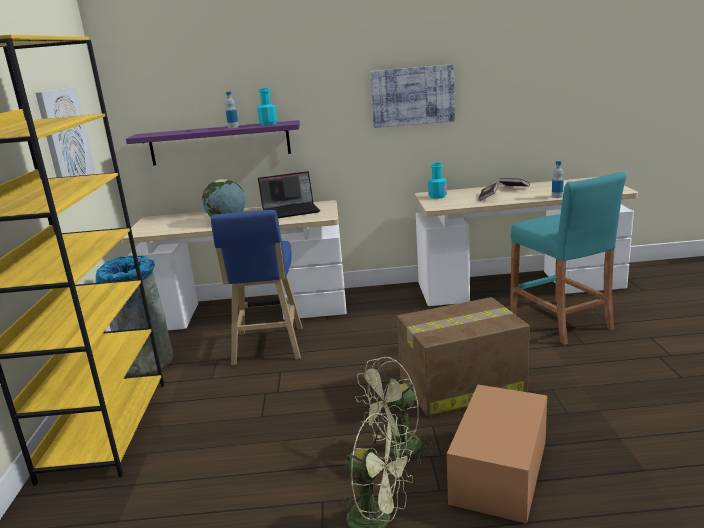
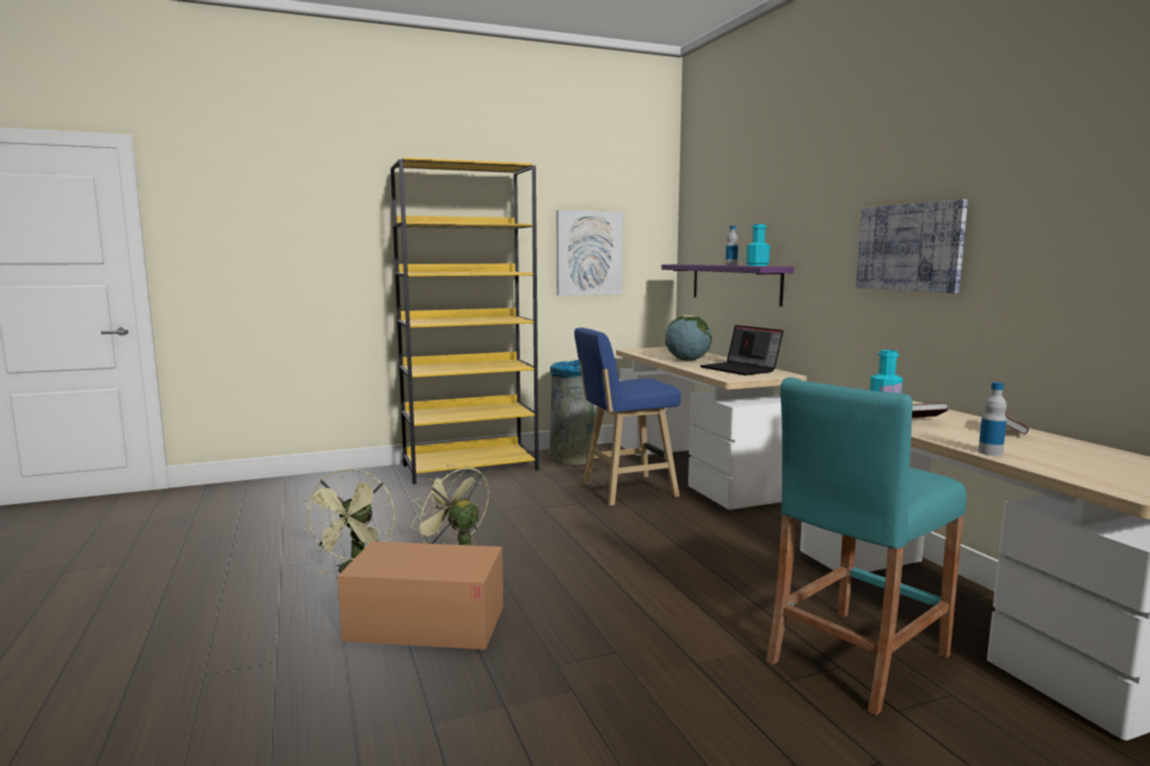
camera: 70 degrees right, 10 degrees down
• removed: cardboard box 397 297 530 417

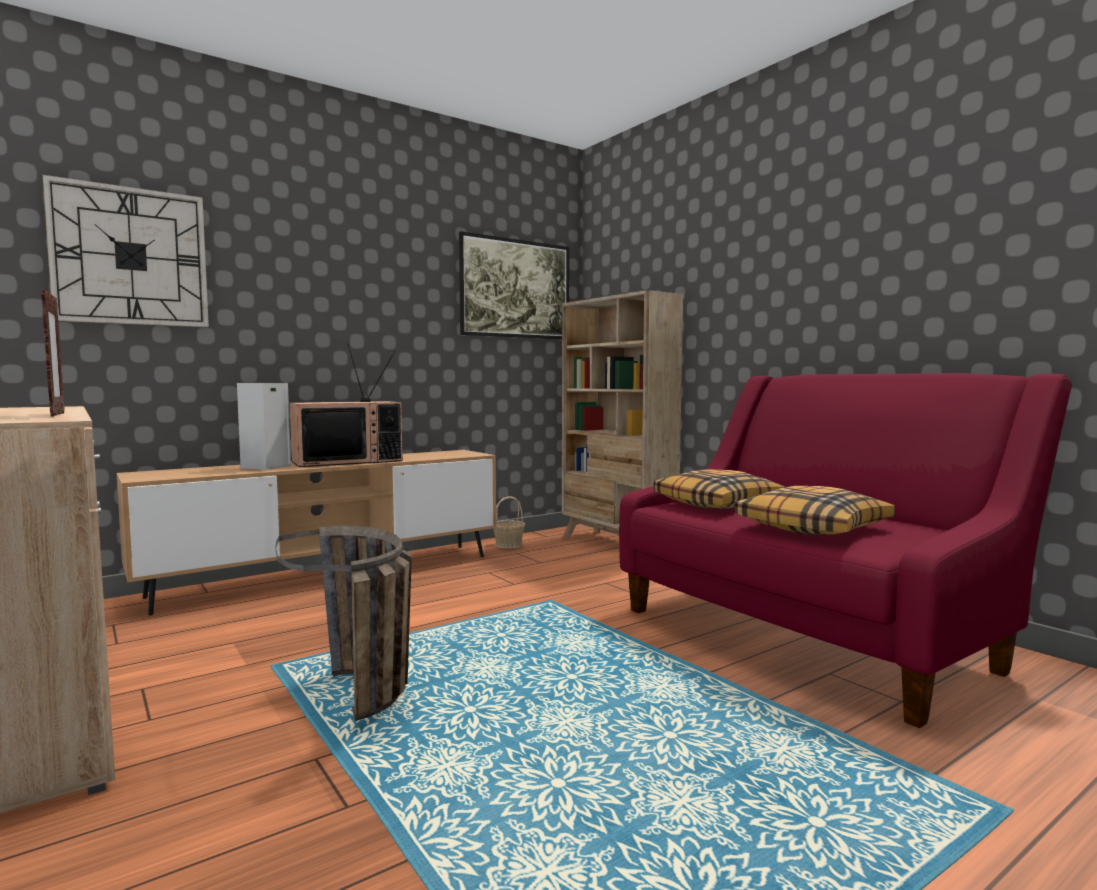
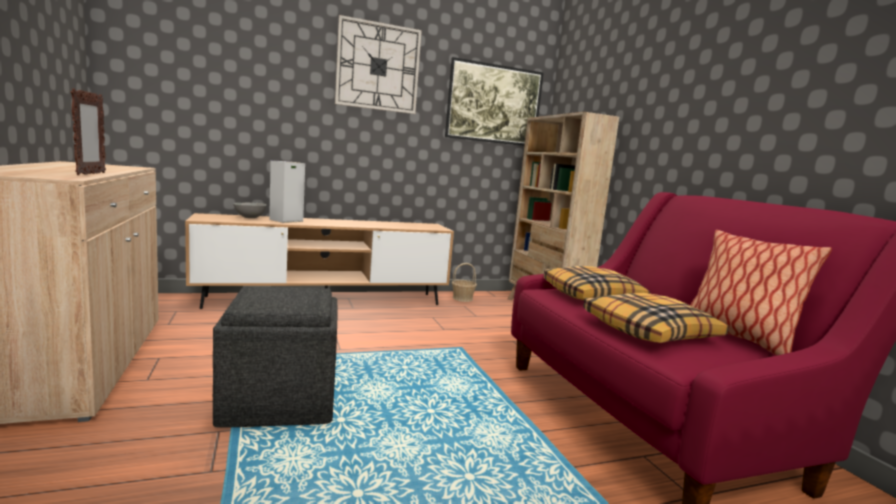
camera: 15 degrees right, 5 degrees up
• moved: hanging clock 43 175 209 327 to 335 15 422 114
• replaced: household basket 275 526 412 721 to gray ottoman 213 286 337 427
• removed: TV 290 343 403 467
• added: gray deep dish 233 203 267 218
• added: throw pillow 690 230 832 355

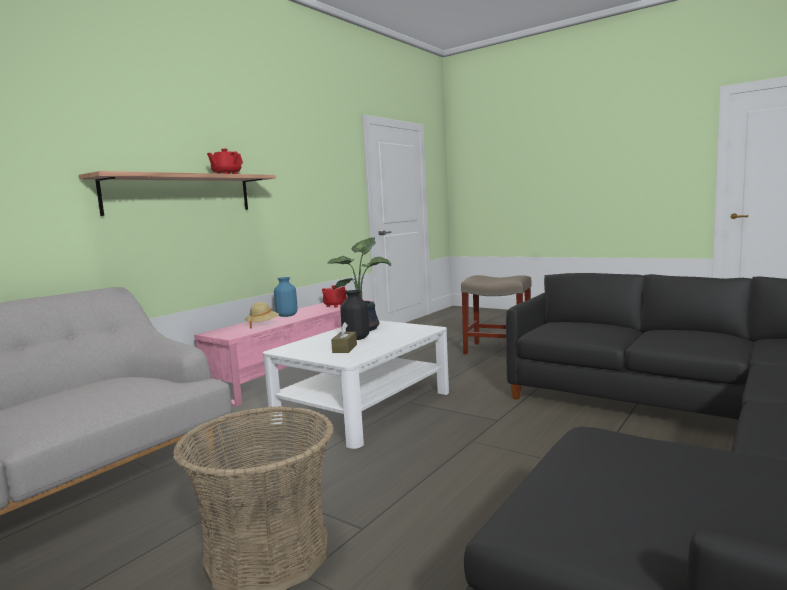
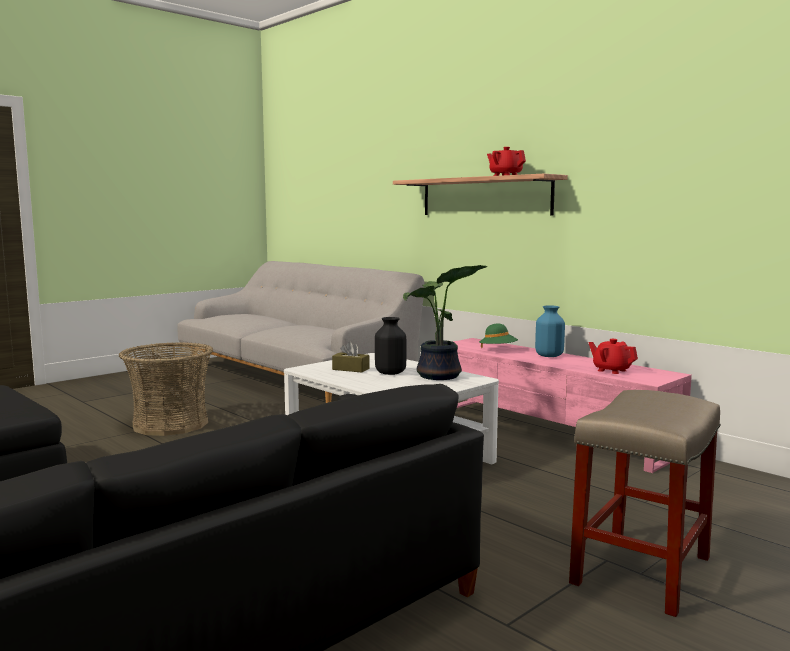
camera: 100 degrees right, 0 degrees up
• recoloured: beige hat 245 302 279 329 to green hat 479 323 518 348

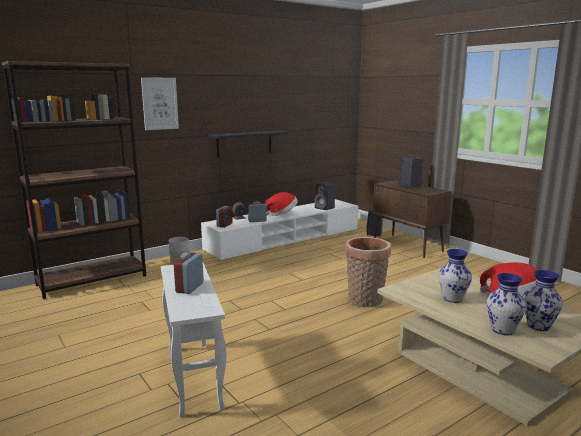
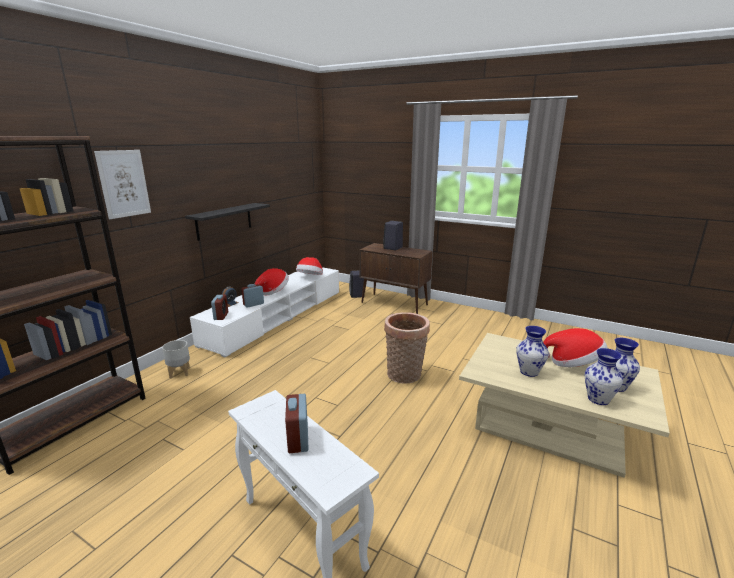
camera: 25 degrees left, 5 degrees up
• replaced: blackish audio speaker 315 181 335 210 to hat 296 257 323 275

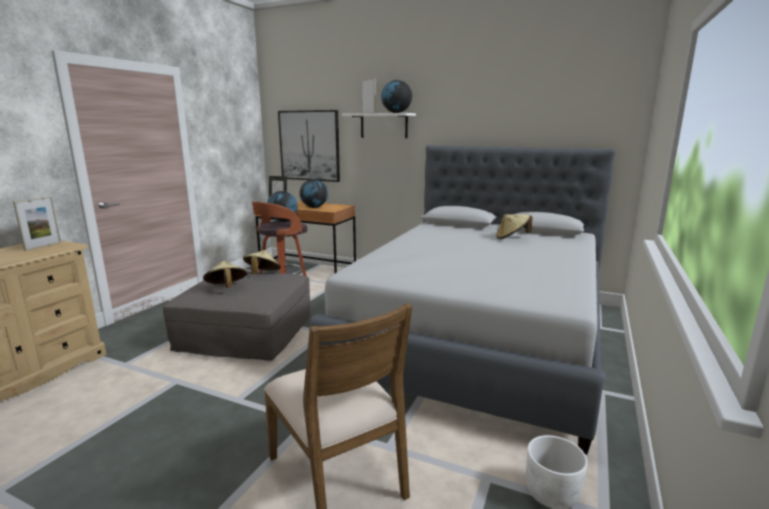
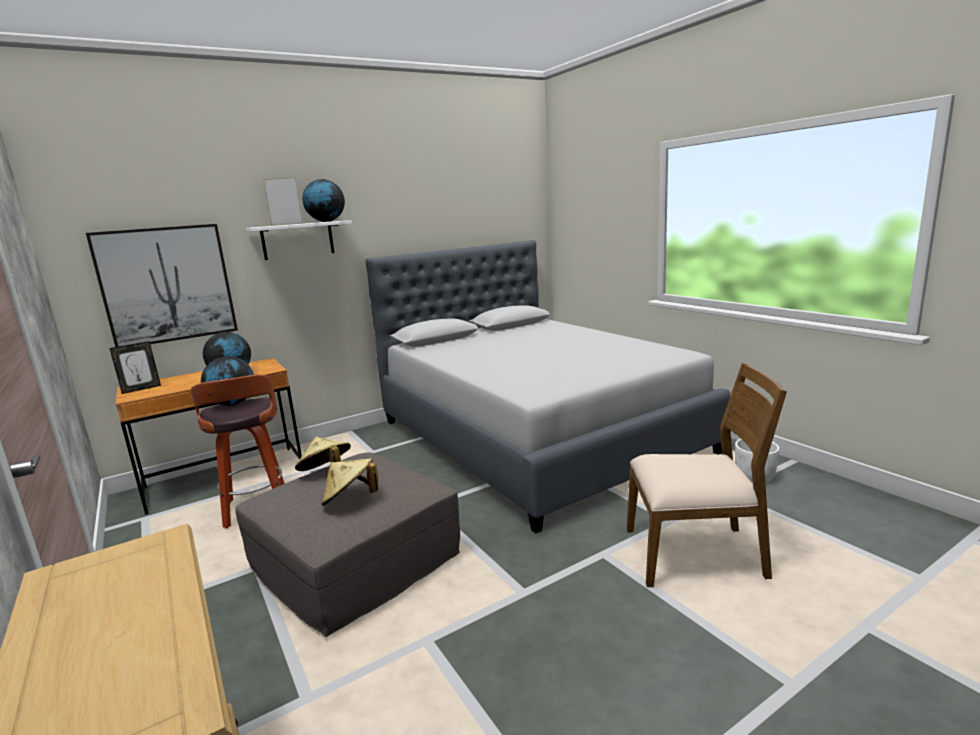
camera: 55 degrees left, 0 degrees up
• removed: photo frame 13 196 61 251
• removed: beige hat 496 214 532 239

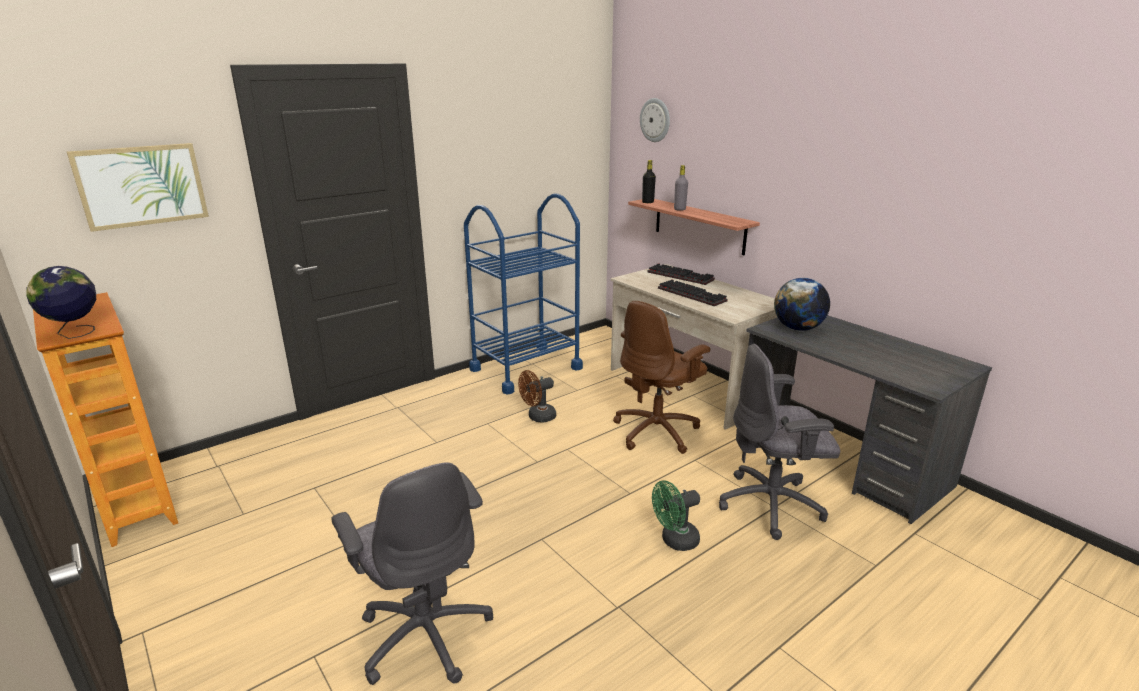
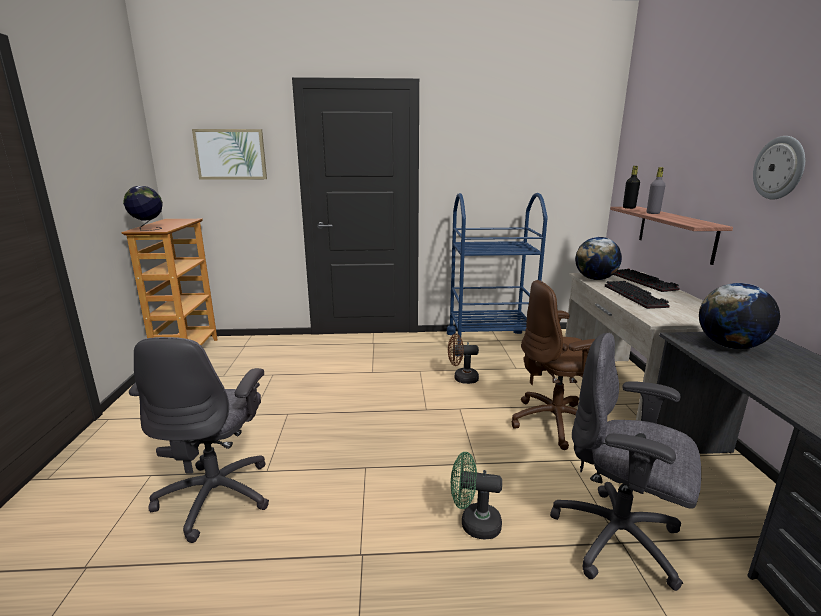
camera: 35 degrees right, 5 degrees down
• moved: hanging clock 640 98 670 142 to 753 136 805 199
• added: globe 575 237 622 280

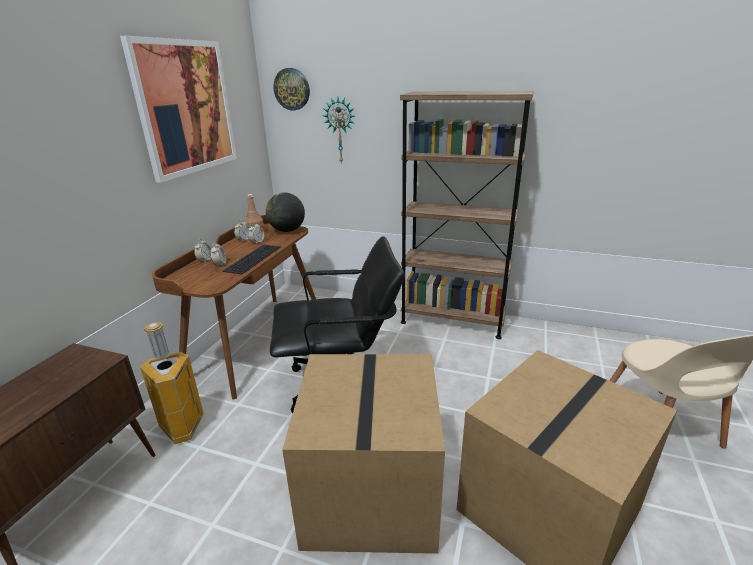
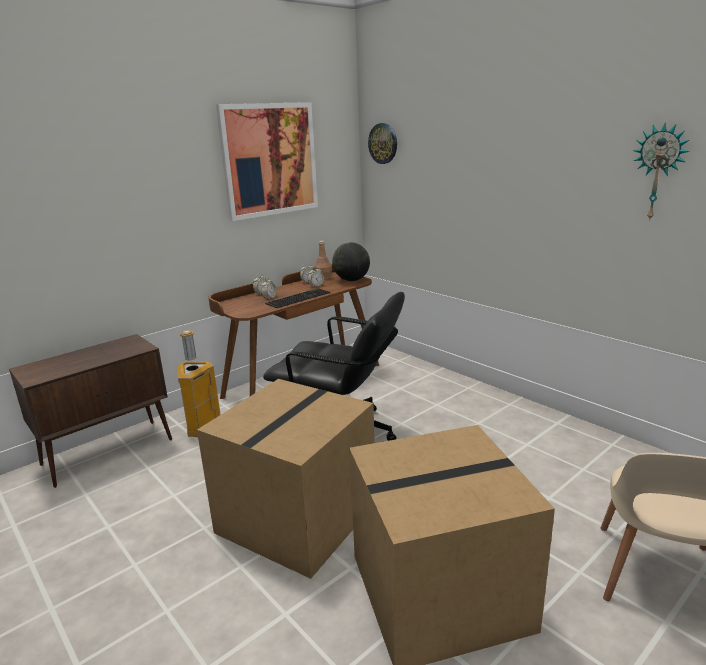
camera: 30 degrees right, 5 degrees down
• moved: hanging clock 323 97 355 164 to 633 123 690 221
• removed: brown bookshelf 400 91 534 339

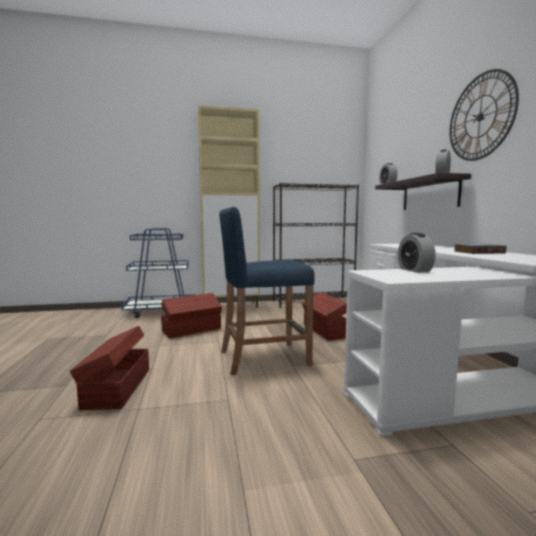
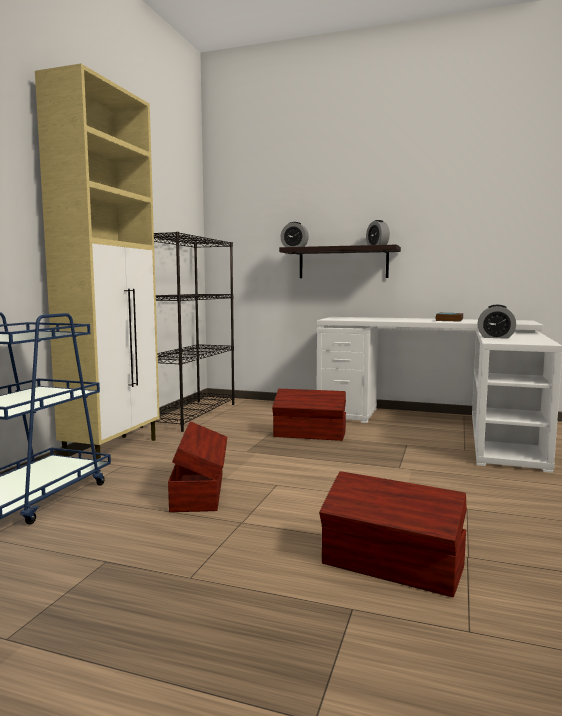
camera: 60 degrees left, 0 degrees up
• removed: blue-coloured stool seat 219 207 315 375
• removed: hanging clock 449 69 519 161

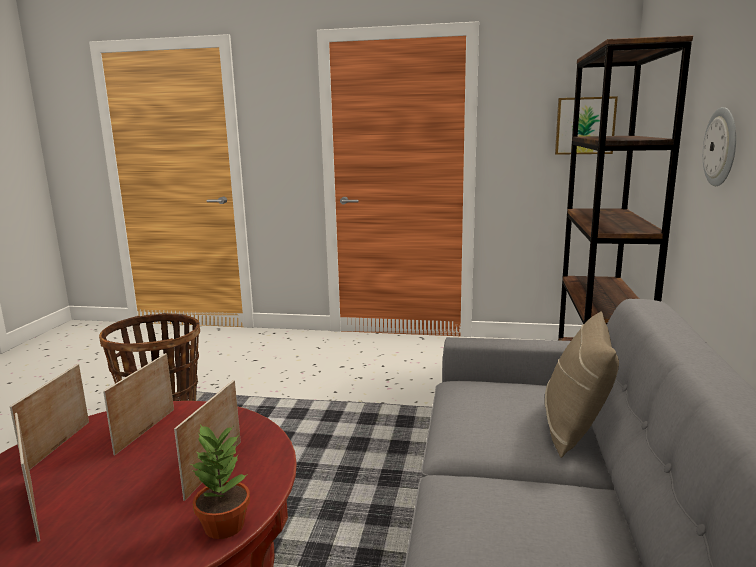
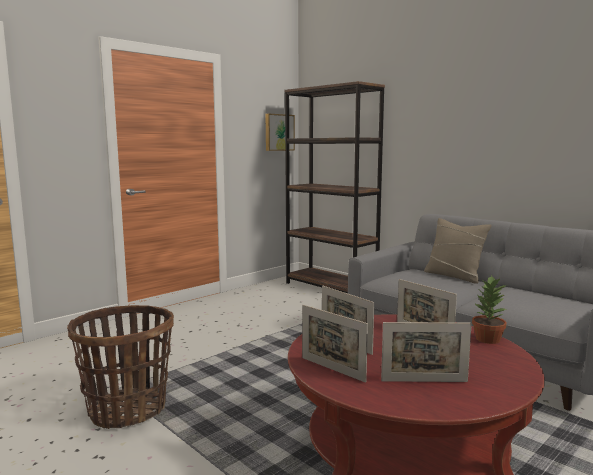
camera: 55 degrees left, 5 degrees down
• removed: hanging clock 703 107 736 186

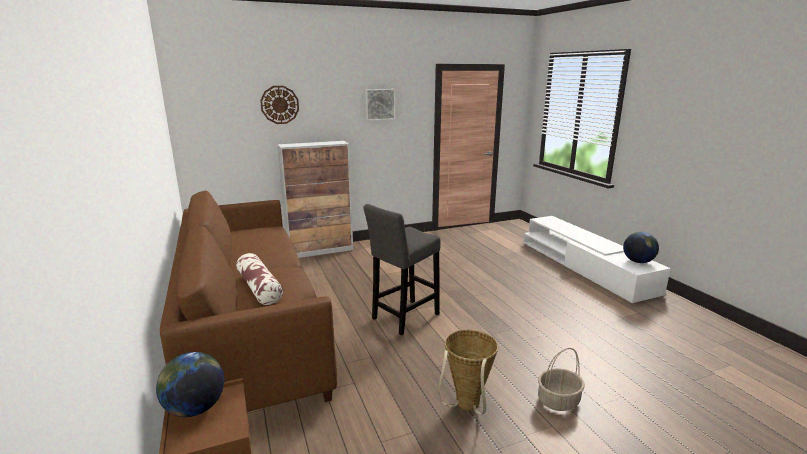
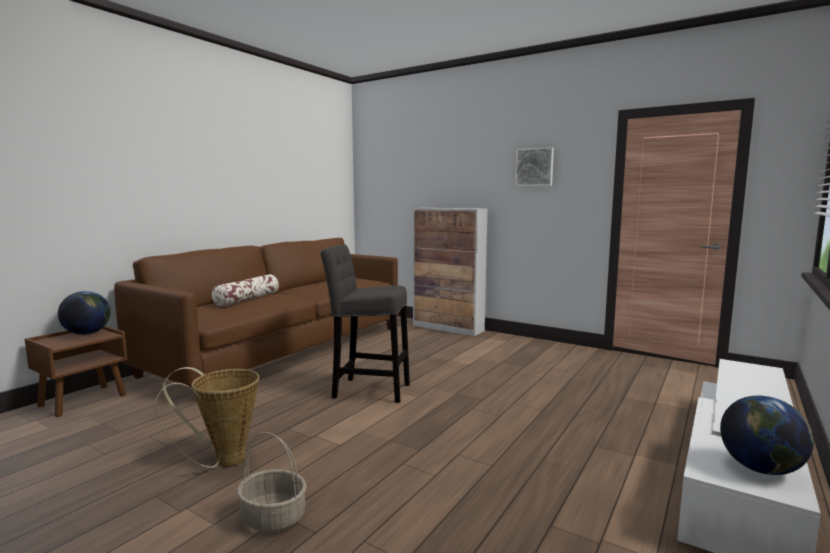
camera: 55 degrees right, 10 degrees down
• removed: hanging clock 260 86 299 124

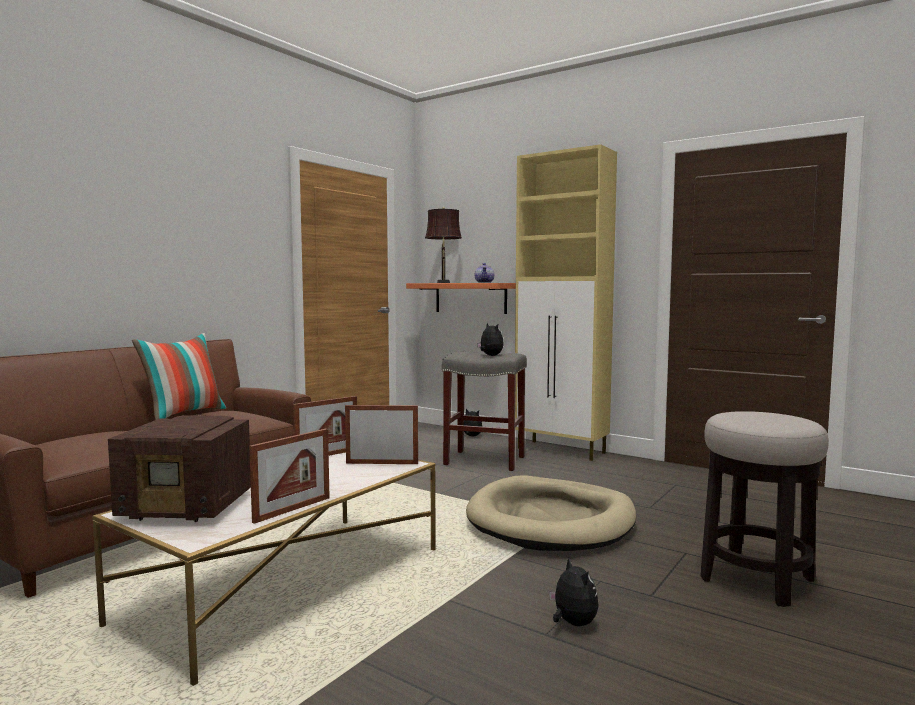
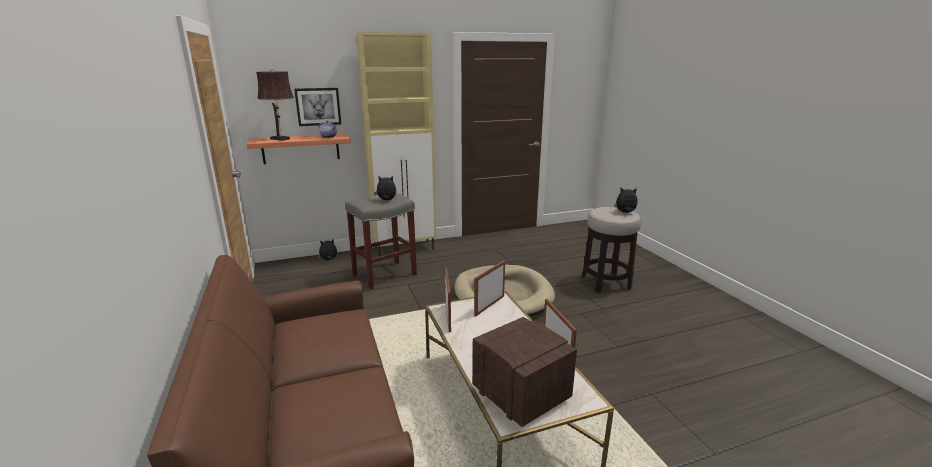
camera: 55 degrees left, 15 degrees up
• turned: radio receiver 108 415 251 522 = 473 317 577 427 75 degrees counterclockwise
• removed: throw pillow 132 333 226 420
• moved: plush toy 549 558 599 626 to 615 187 638 213
• added: picture 294 88 341 126

